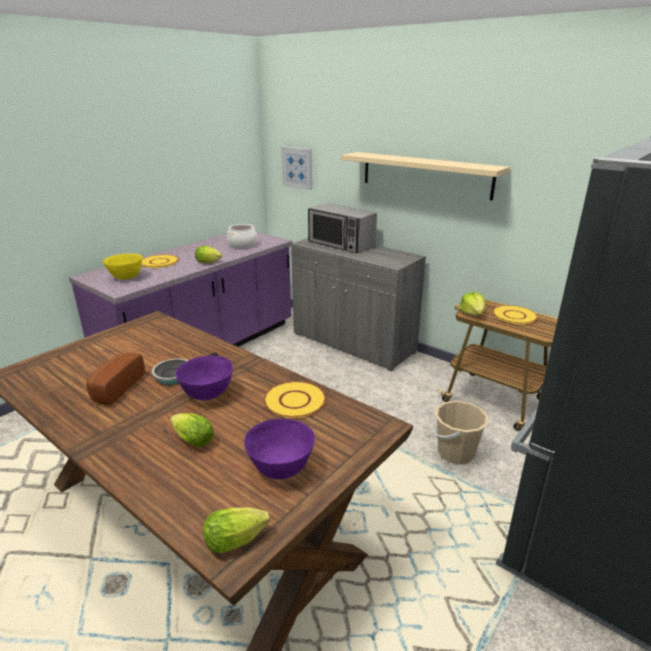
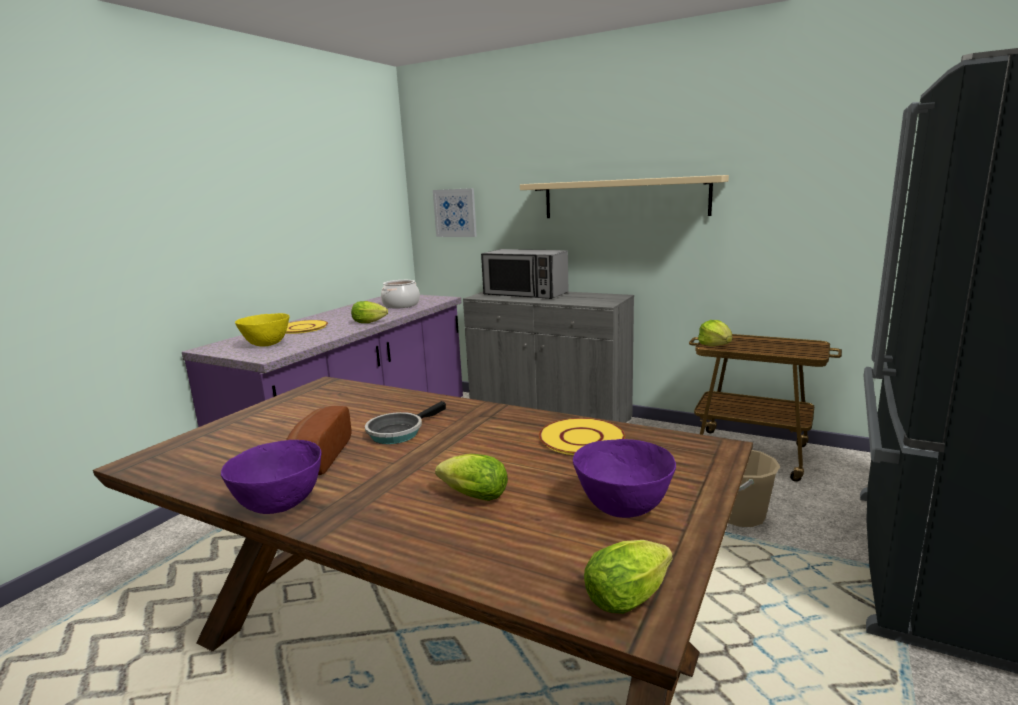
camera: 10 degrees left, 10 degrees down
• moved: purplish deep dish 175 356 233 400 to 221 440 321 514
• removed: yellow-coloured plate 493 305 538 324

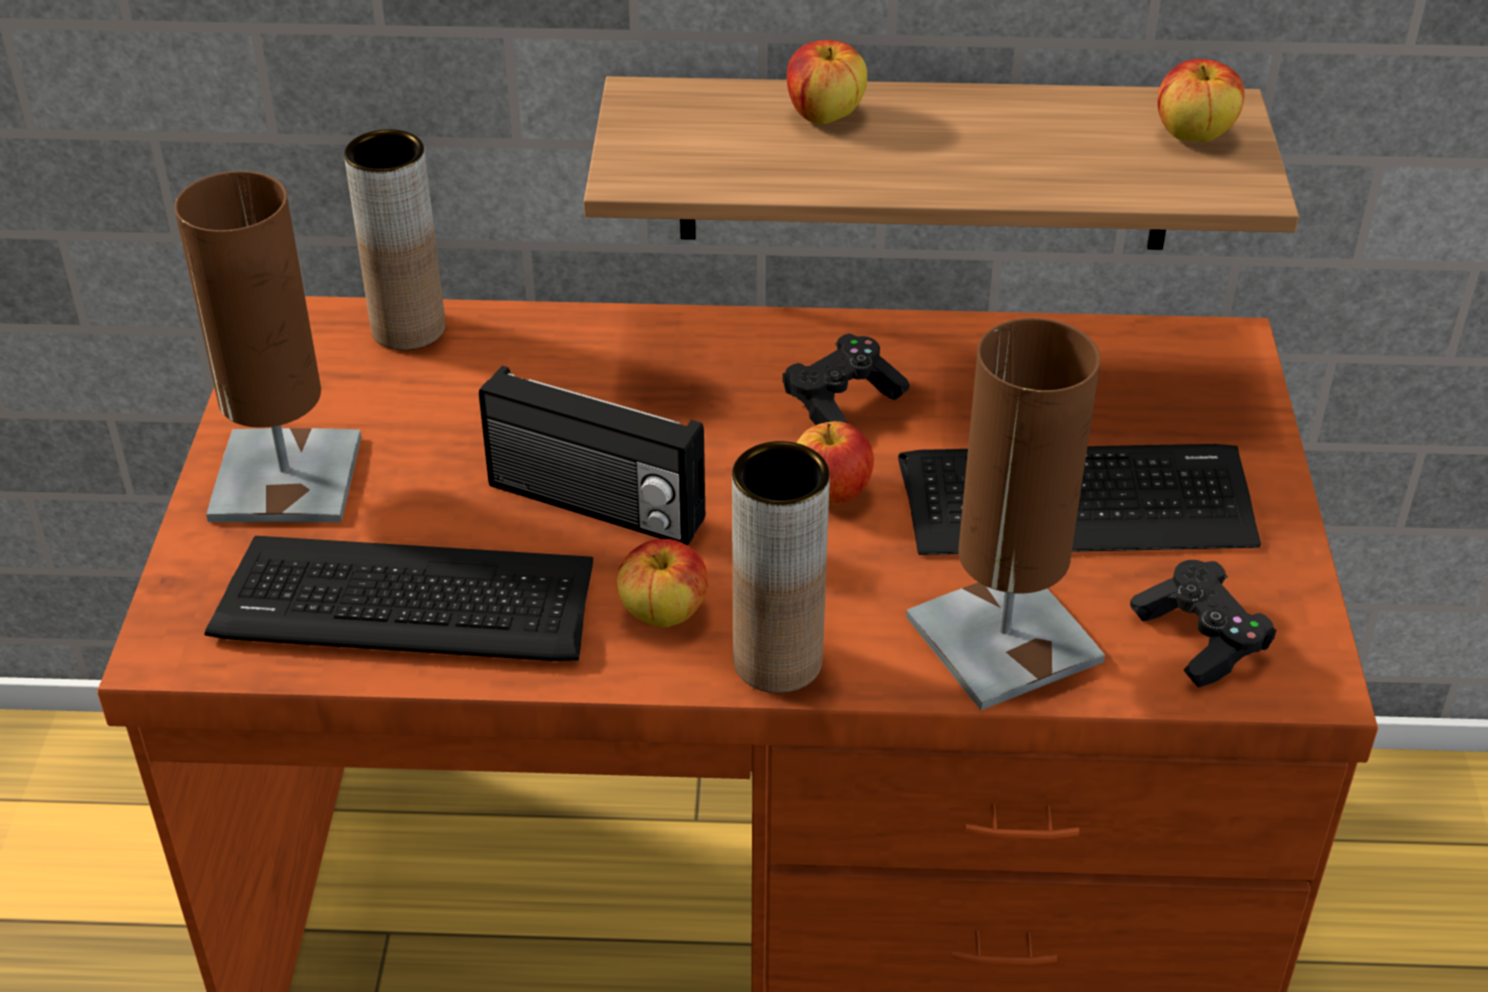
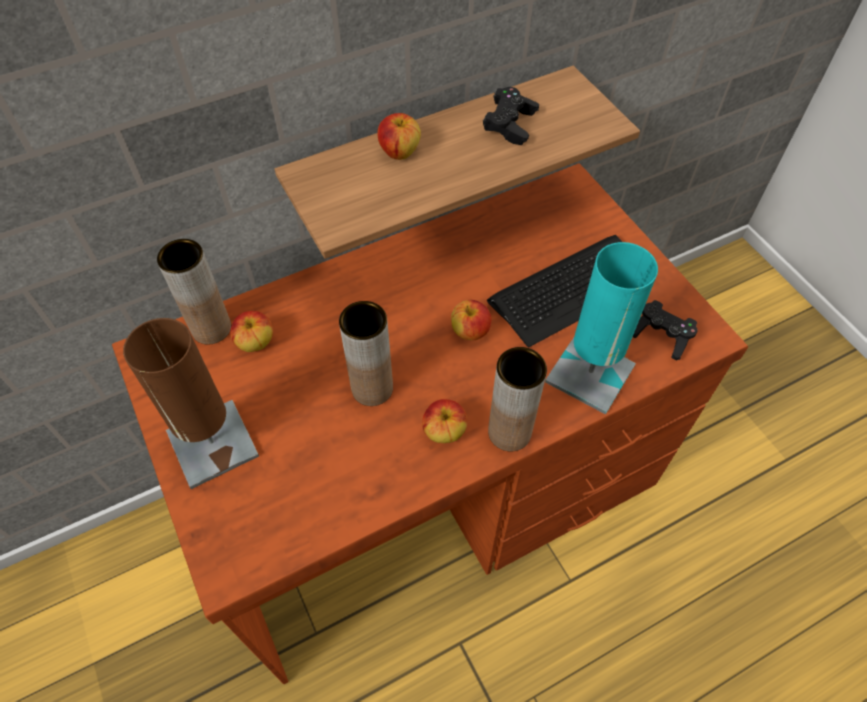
camera: 30 degrees left, 15 degrees up
• removed: PC keyboard 204 536 593 661
• replaced: radio receiver 479 366 705 546 to brown vase 339 301 393 406
• moved: blackish game controller 783 334 910 425 to 483 87 539 145
• recoloured: brown table lamp 906 318 1105 710 to turquoise-coloured table lamp 545 242 658 414
• moved: apple fruit 1157 59 1245 142 to 230 311 273 352

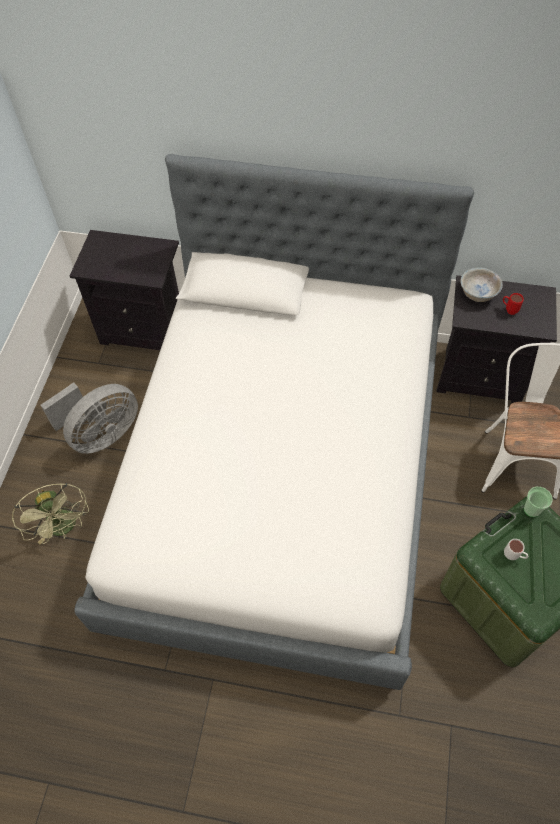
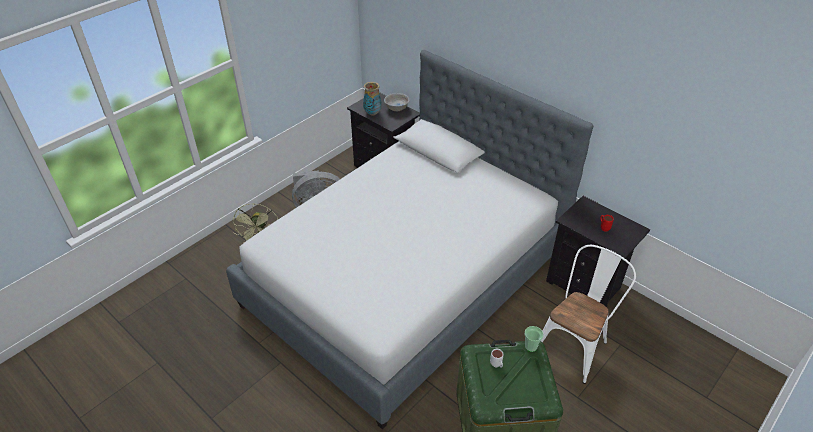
camera: 30 degrees right, 15 degrees down
• moved: whitish deep dish 460 267 503 302 to 384 93 410 112
• added: vase 363 82 381 116

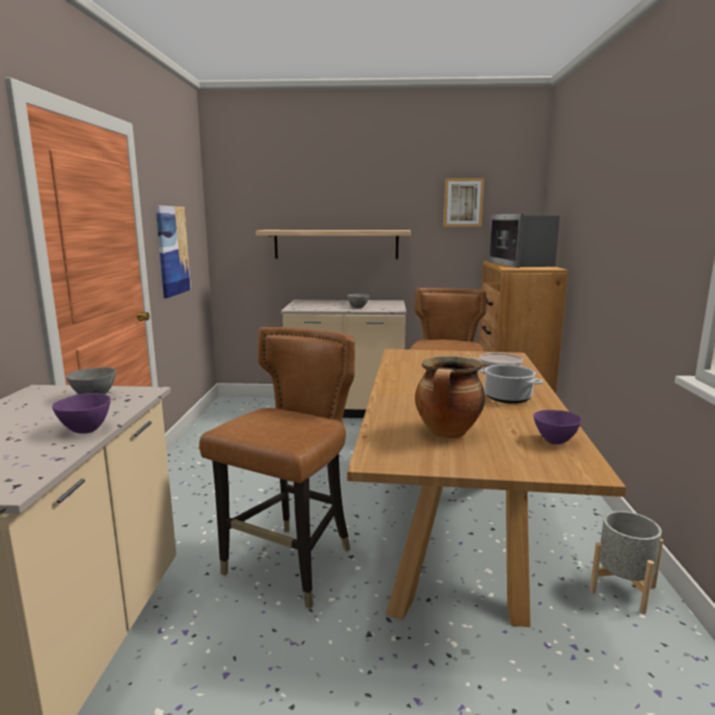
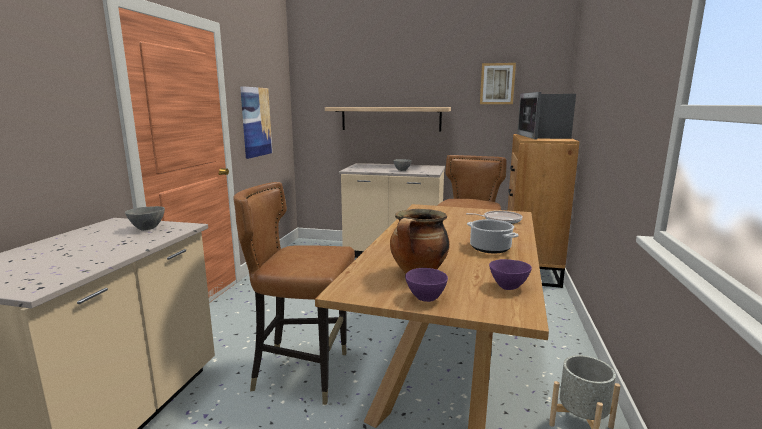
camera: 10 degrees right, 0 degrees up
• moved: purplish deep dish 52 393 111 434 to 405 268 448 302
• turned: brown upright chair 199 327 355 609 = 233 182 355 405 120 degrees counterclockwise

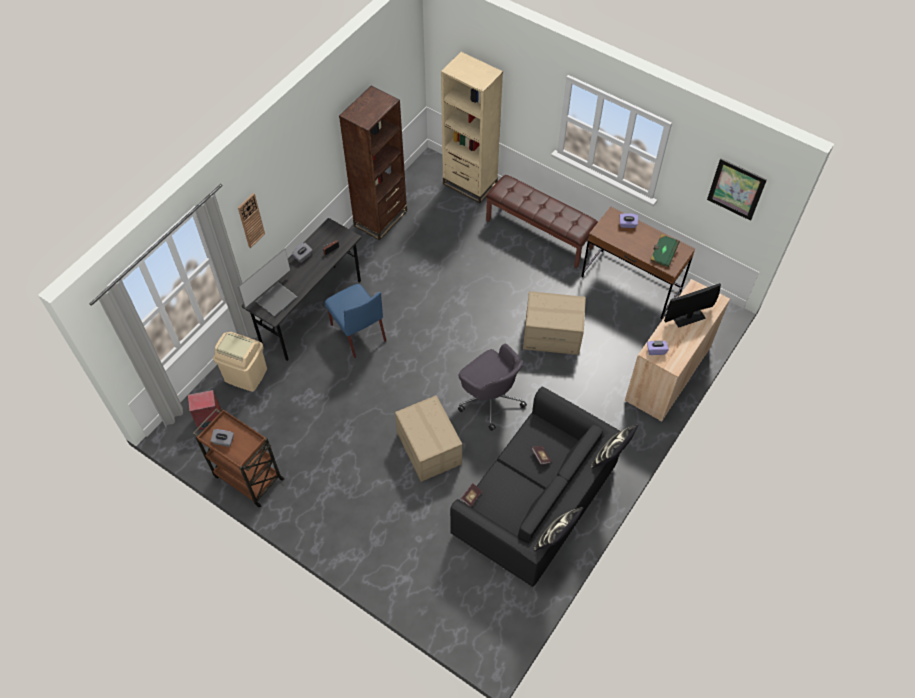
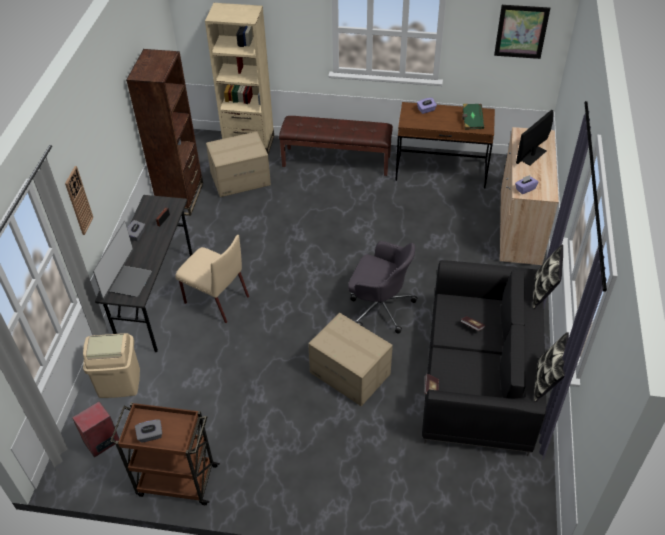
camera: 25 degrees left, 10 degrees down
• recoloured: blue-coloured upright chair 325 284 386 358 to beige upright chair 175 235 249 323
• moved: cardboard box 523 291 586 355 to 206 131 271 197

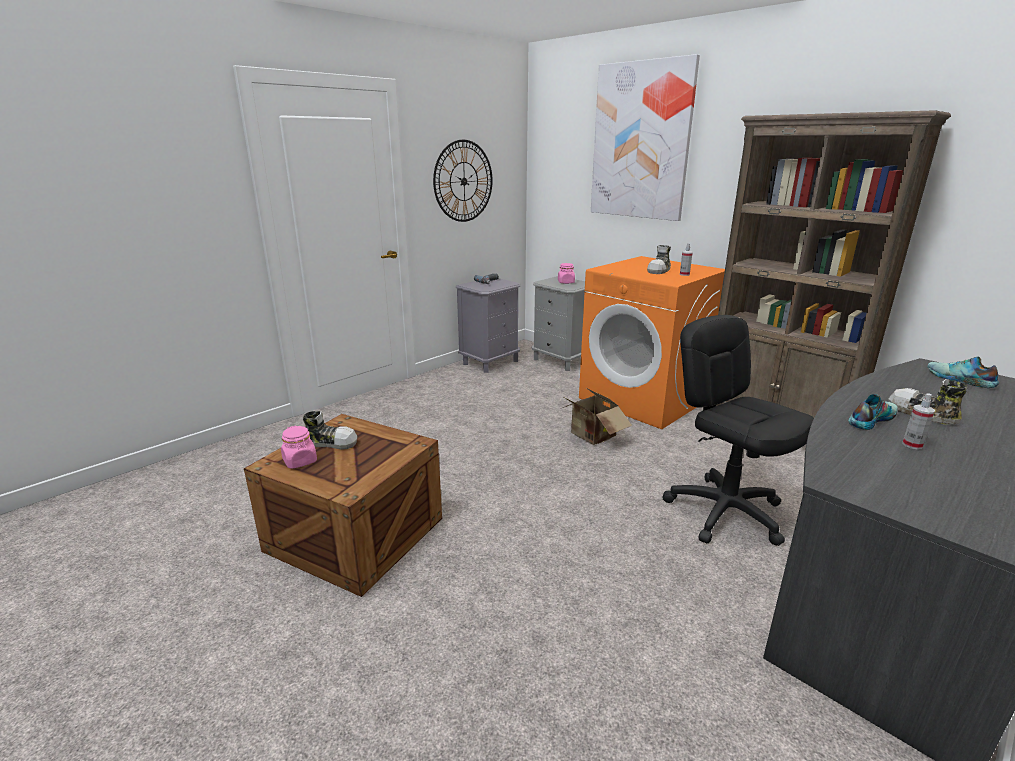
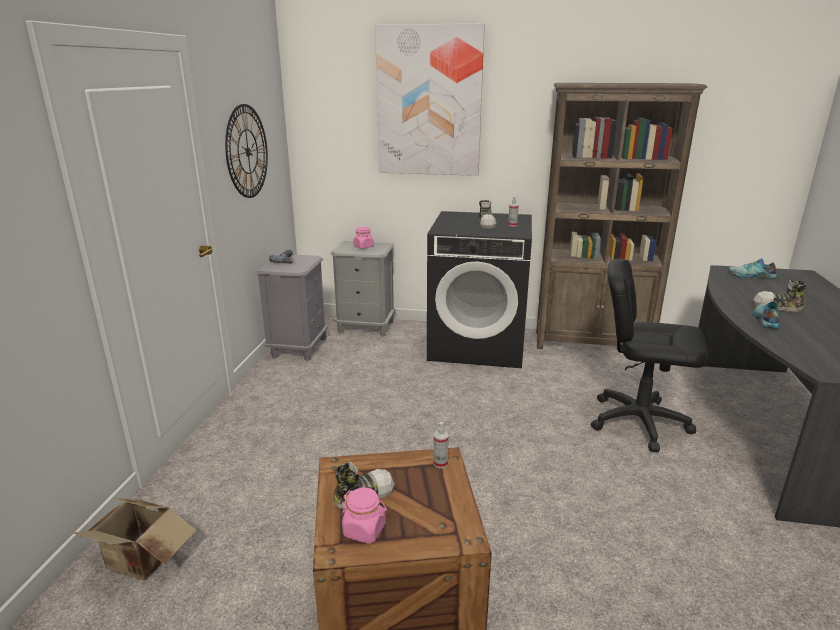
camera: 35 degrees left, 0 degrees up
• moved: cardboard box 560 389 632 445 to 72 498 196 580
• recoloured: orange-coloured laundry appliance 579 256 725 429 to blackish laundry appliance 427 211 532 368
• moved: spray bottle 902 393 935 450 to 433 422 449 468

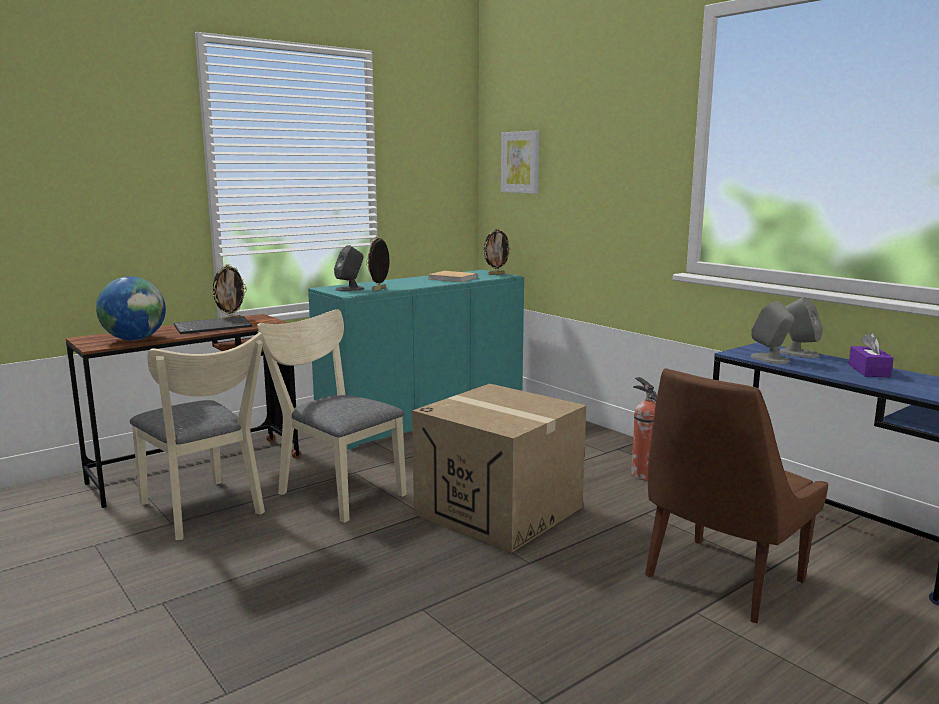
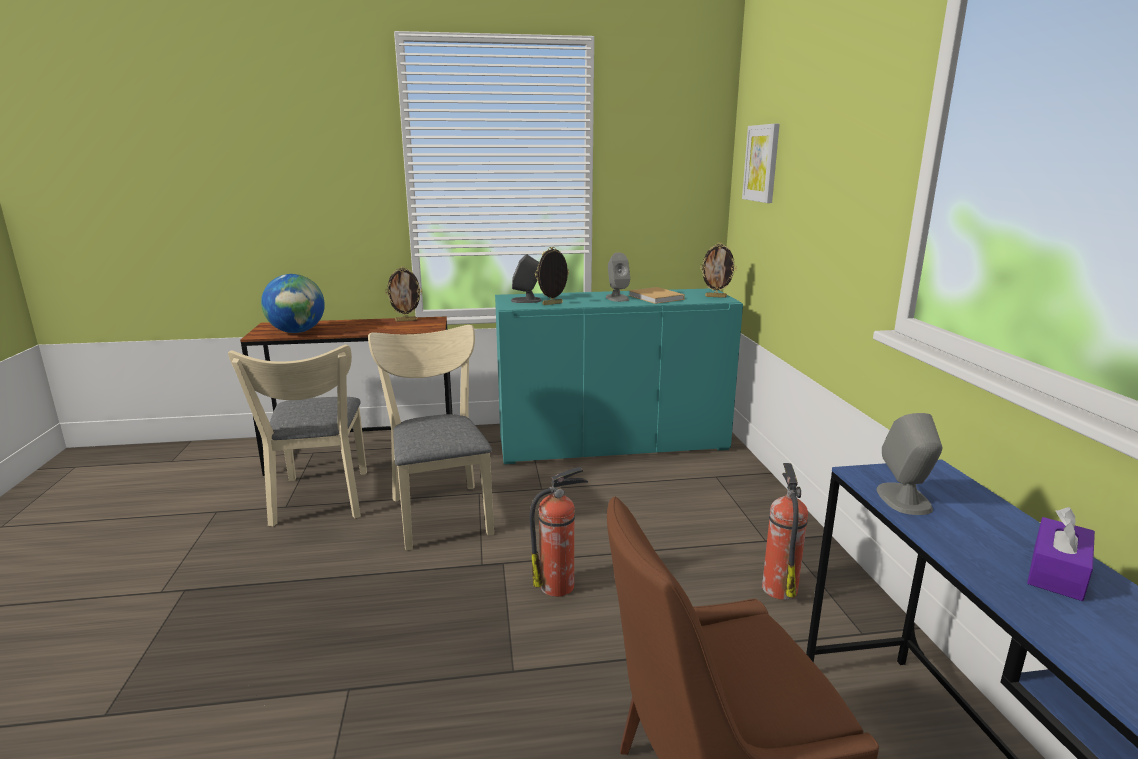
camera: 30 degrees right, 5 degrees up
• removed: PC keyboard 174 316 252 334
• replaced: cardboard box 412 384 586 553 to extinguisher 530 467 588 597
• moved: gray audio speaker 779 297 823 358 to 606 252 630 302

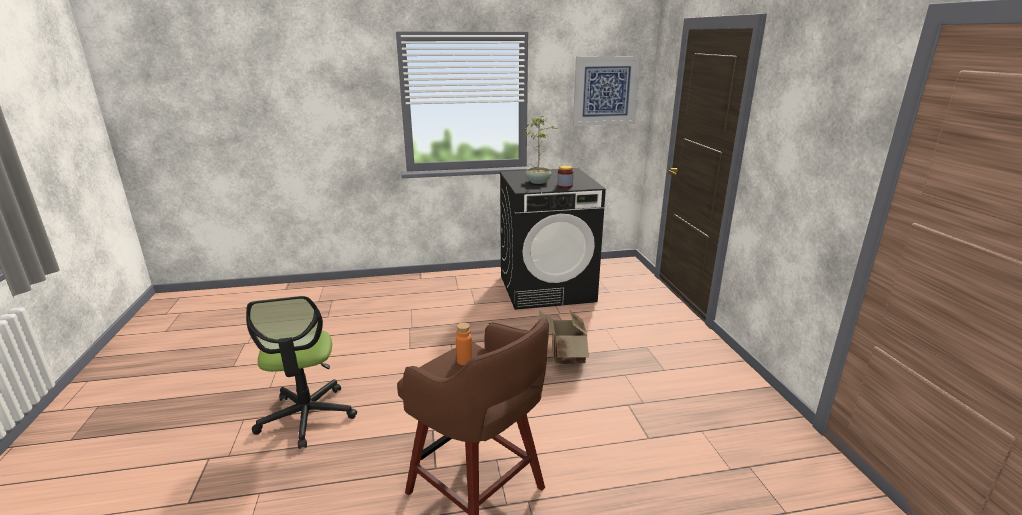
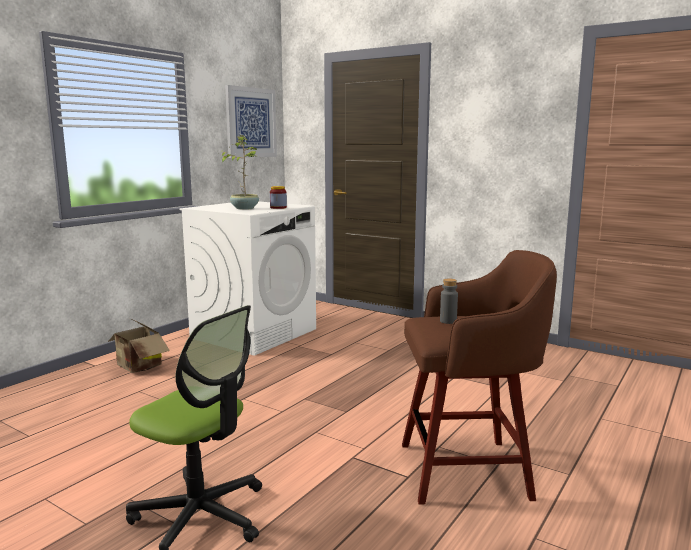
camera: 45 degrees left, 10 degrees down
• recoloured: orange-coloured beverage bottle 456 323 472 365 to gray beverage bottle 440 279 458 324
• recoloured: blackish laundry appliance 500 168 606 310 to whitish laundry appliance 180 202 316 356
• moved: cardboard box 539 311 589 364 to 102 319 170 373

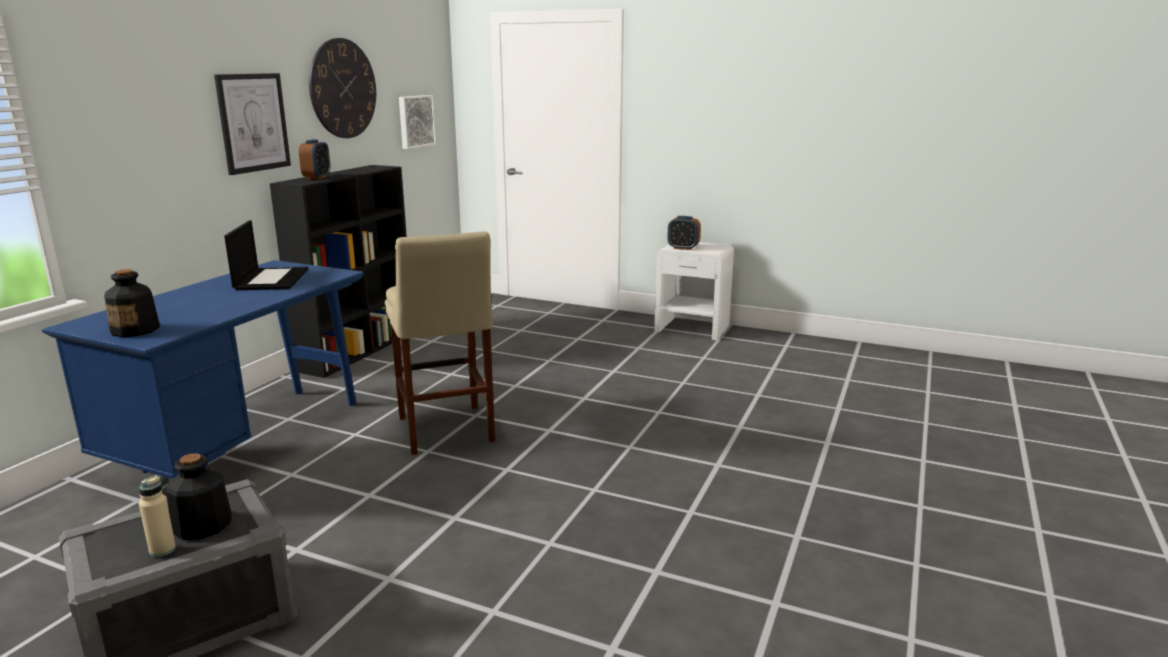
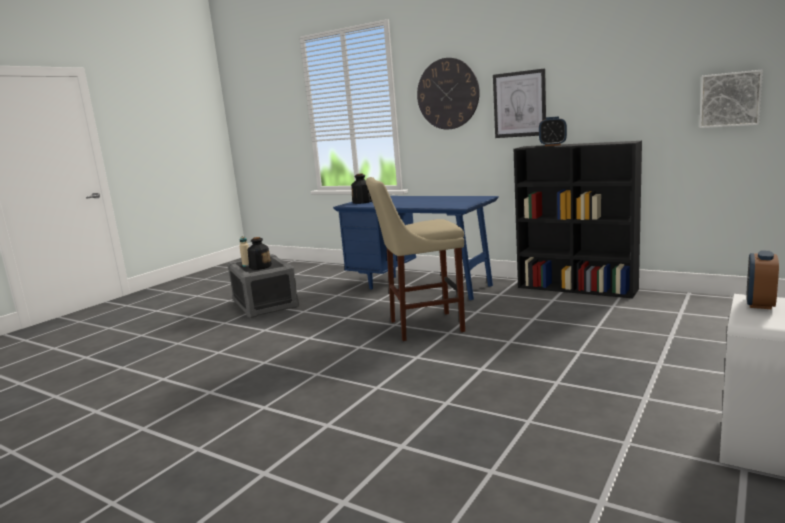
camera: 100 degrees right, 5 degrees down
• removed: portable computer 224 220 308 290
• moved: hanging clock 309 38 376 138 to 417 58 480 130

